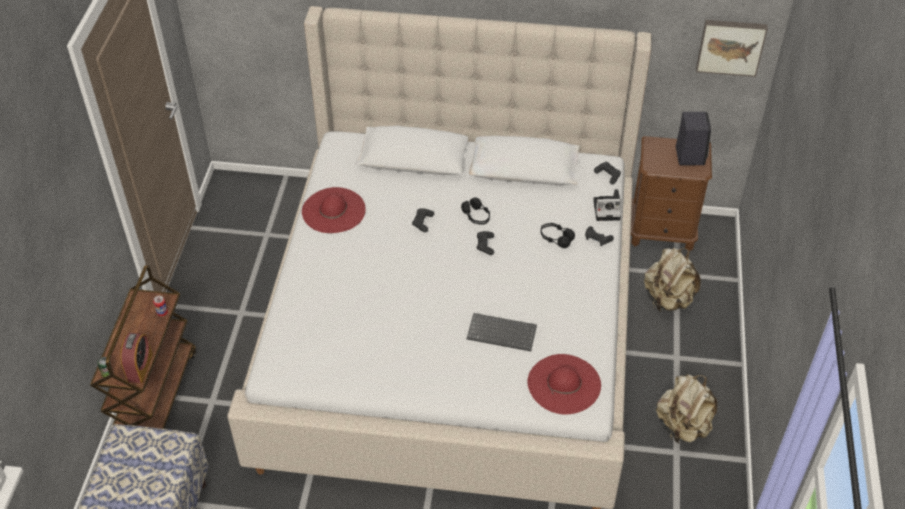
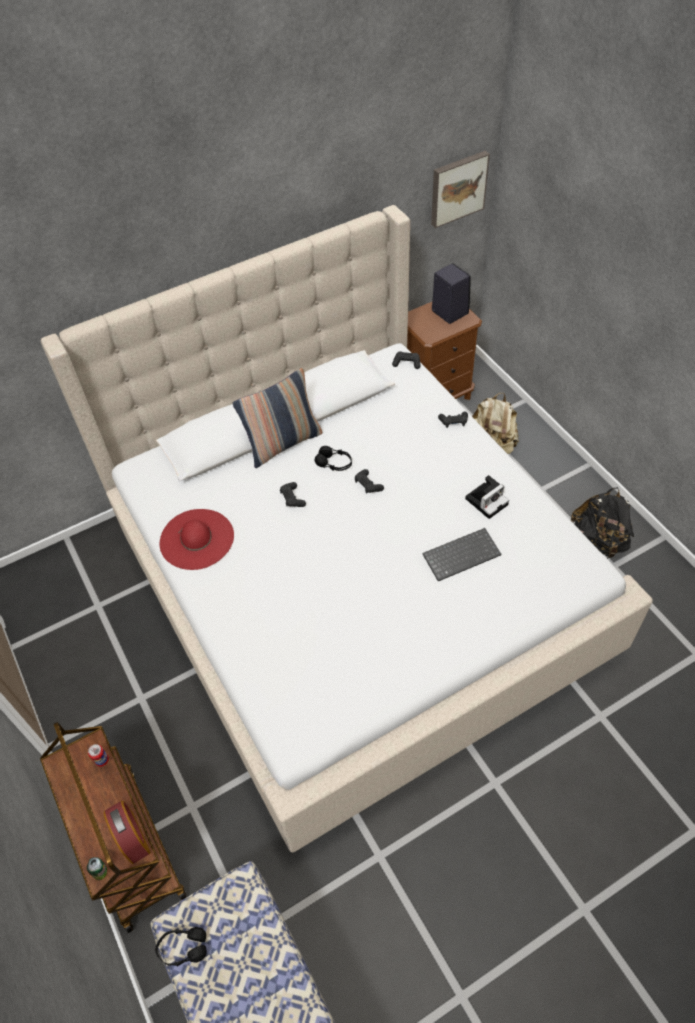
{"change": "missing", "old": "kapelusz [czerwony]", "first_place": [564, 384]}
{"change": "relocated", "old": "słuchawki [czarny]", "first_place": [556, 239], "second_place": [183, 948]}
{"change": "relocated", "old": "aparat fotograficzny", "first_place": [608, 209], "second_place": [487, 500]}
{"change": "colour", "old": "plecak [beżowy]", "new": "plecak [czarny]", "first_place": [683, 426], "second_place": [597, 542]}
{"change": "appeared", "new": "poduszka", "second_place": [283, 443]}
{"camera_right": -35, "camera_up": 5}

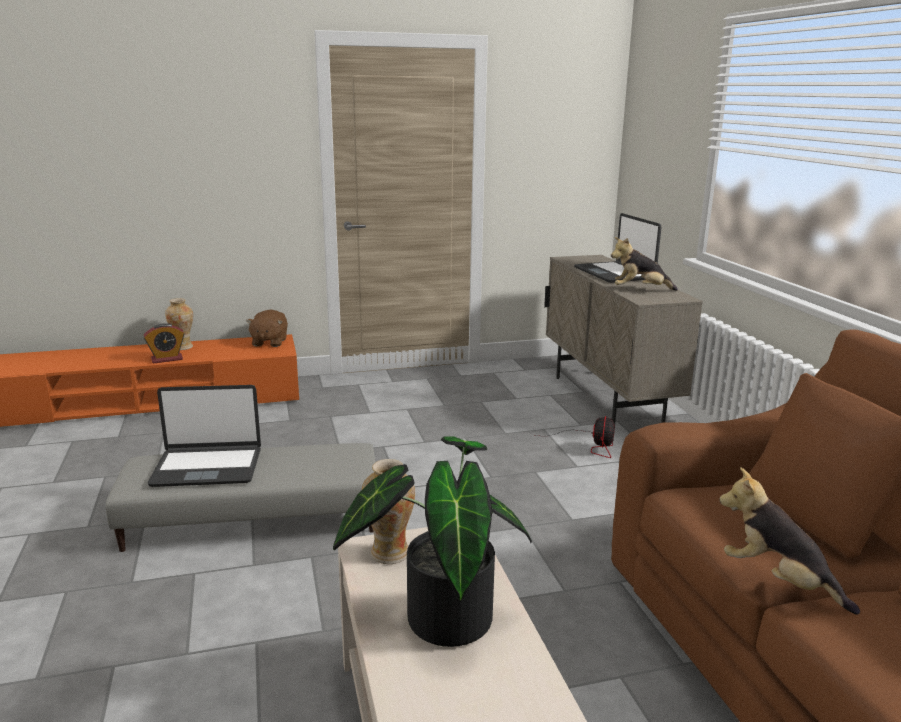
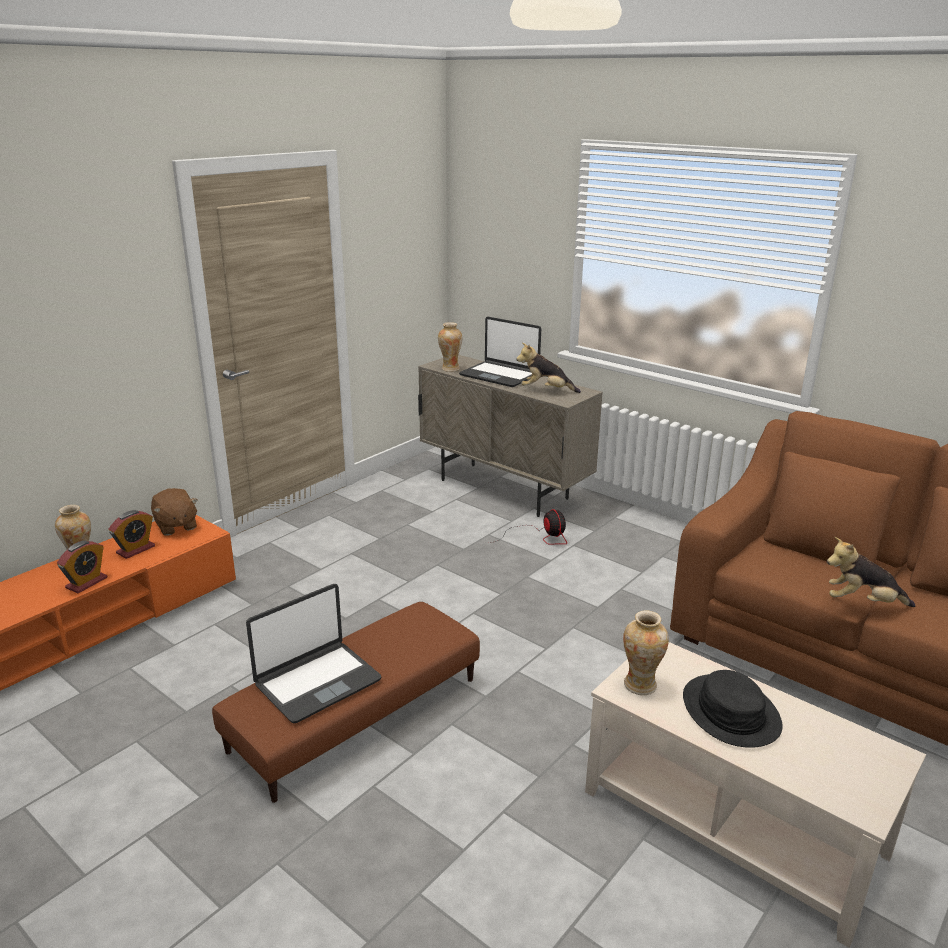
{"change": "colour", "old": "pufa [szary]", "new": "pufa [brązowy]", "first_place": [254, 518], "second_place": [356, 713]}
{"change": "exchanged", "old": "roślina doniczkowa", "new": "kapelusz [czarny]", "first_place": [440, 615], "second_place": [730, 712]}
{"change": "spun", "old": "pluszak", "first_place": [639, 290], "second_place": [546, 390], "degrees": 45}
{"change": "appeared", "new": "budzik", "second_place": [135, 550]}
{"change": "appeared", "new": "wazon", "second_place": [450, 369]}
{"camera_right": -35, "camera_up": 5}

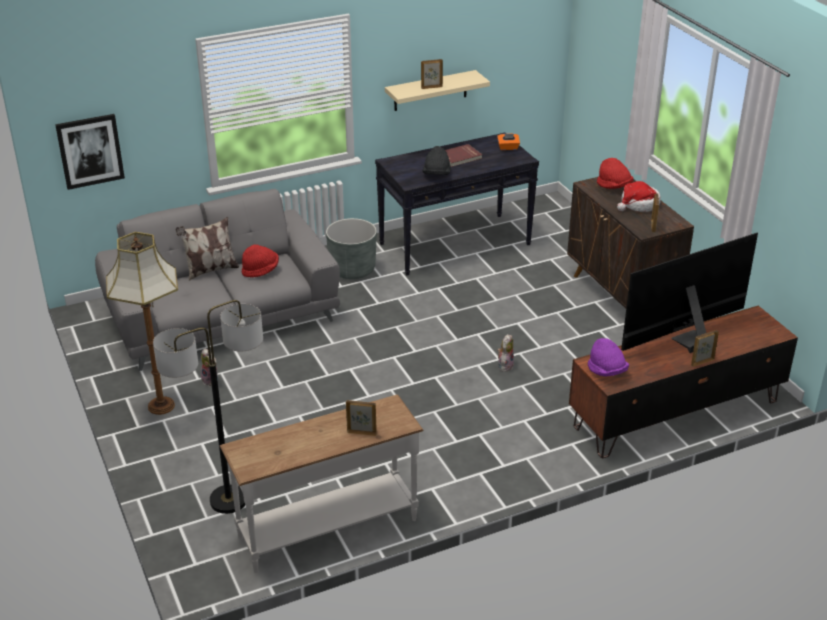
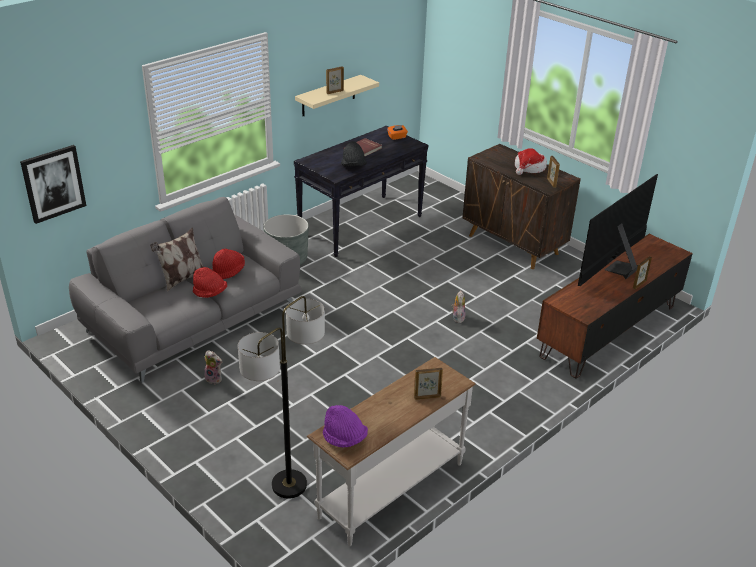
{"change": "missing", "old": "lampa stojąca", "first_place": [160, 406]}
{"change": "relocated", "old": "kapelusz [fioletowy]", "first_place": [606, 371], "second_place": [344, 439]}
{"change": "relocated", "old": "kapelusz [czerwony]", "first_place": [614, 186], "second_place": [210, 293]}
{"camera_right": -20, "camera_up": 0}

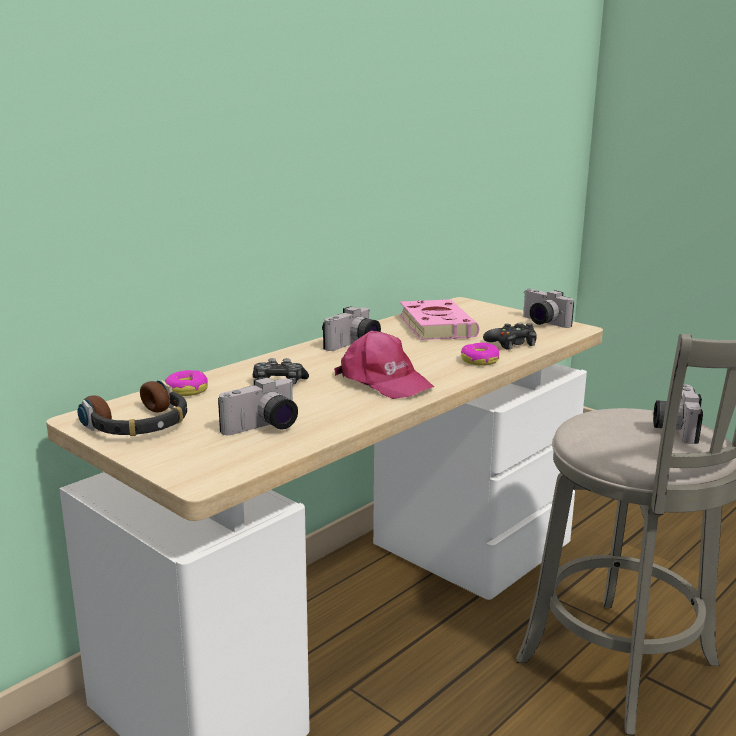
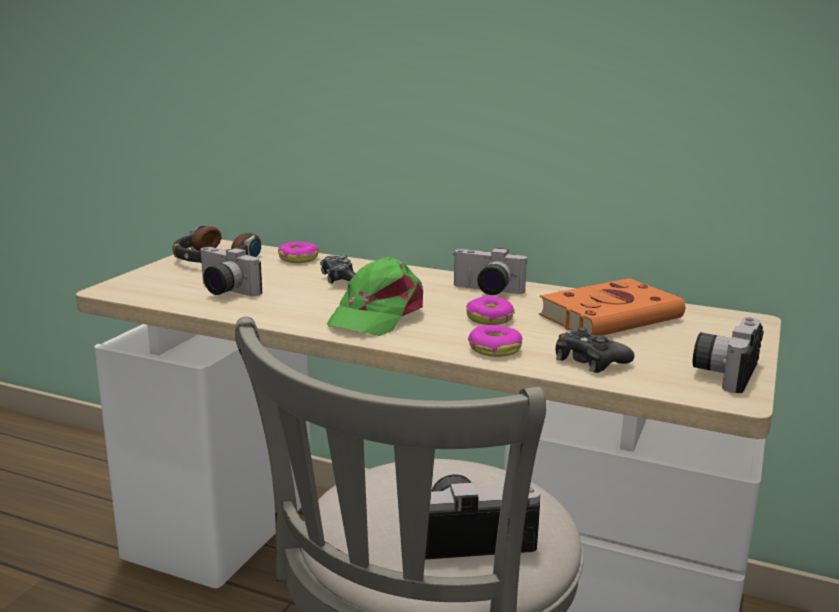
{"change": "colour", "old": "czapka z daszkiem [różowy]", "new": "czapka z daszkiem [zielony]", "first_place": [384, 381], "second_place": [376, 315]}
{"change": "colour", "old": "książka [różowy]", "new": "książka [pomarańczowy]", "first_place": [435, 325], "second_place": [613, 316]}
{"change": "appeared", "new": "donut", "second_place": [489, 318]}
{"camera_right": 70, "camera_up": 0}

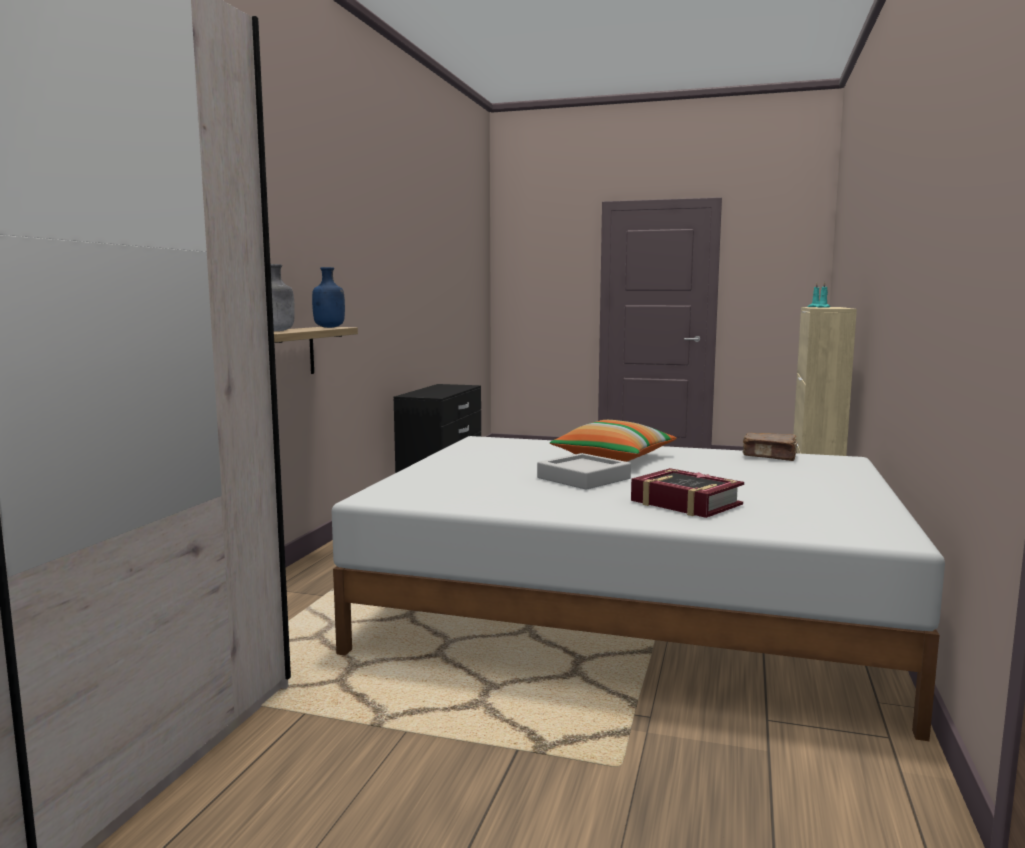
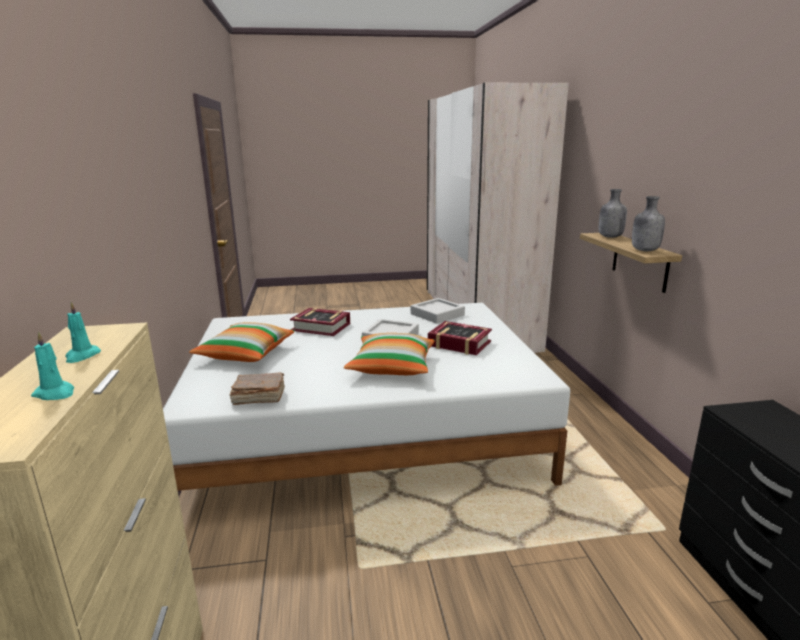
{"change": "colour", "old": "butelka [niebieski]", "new": "butelka [szary]", "first_place": [330, 327], "second_place": [644, 250]}
{"change": "appeared", "new": "poduszka", "second_place": [246, 354]}
{"change": "appeared", "new": "taca [szary]", "second_place": [437, 314]}
{"change": "appeared", "new": "książka", "second_place": [459, 344]}
{"camera_right": 155, "camera_up": 10}

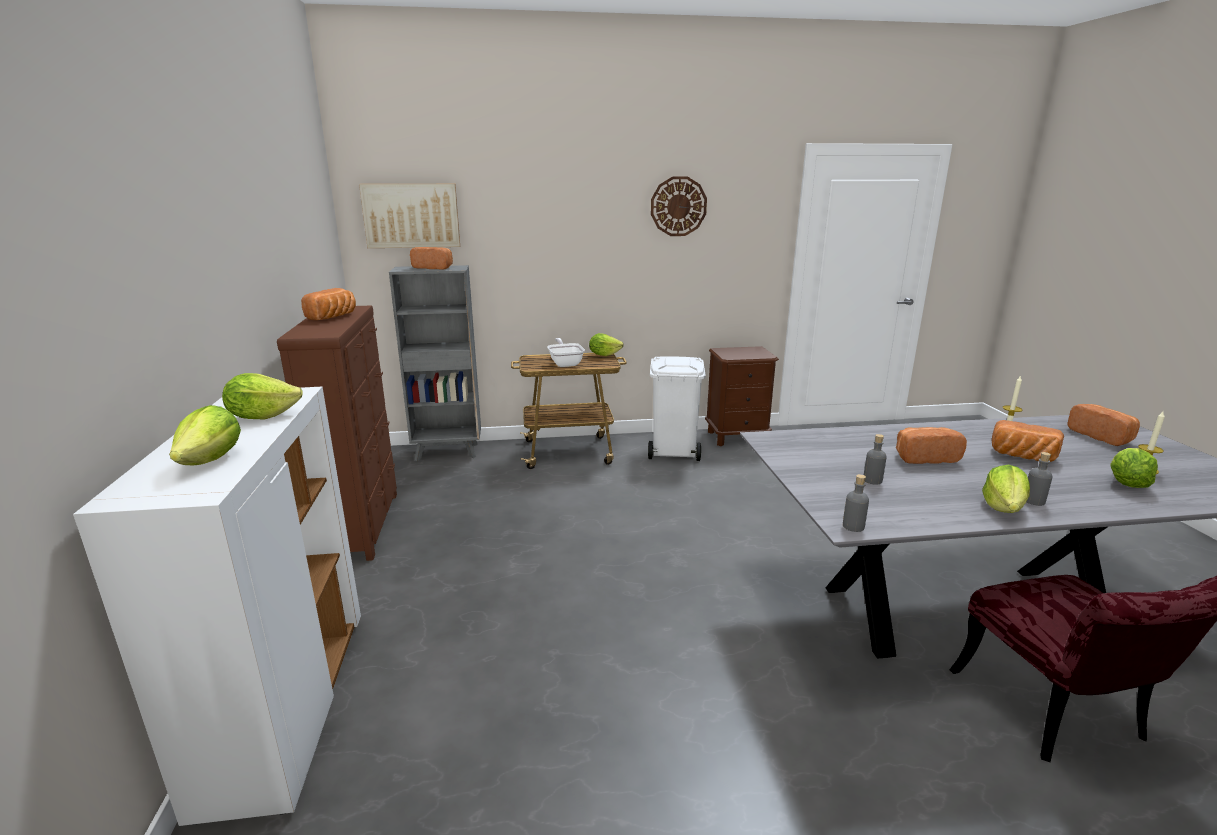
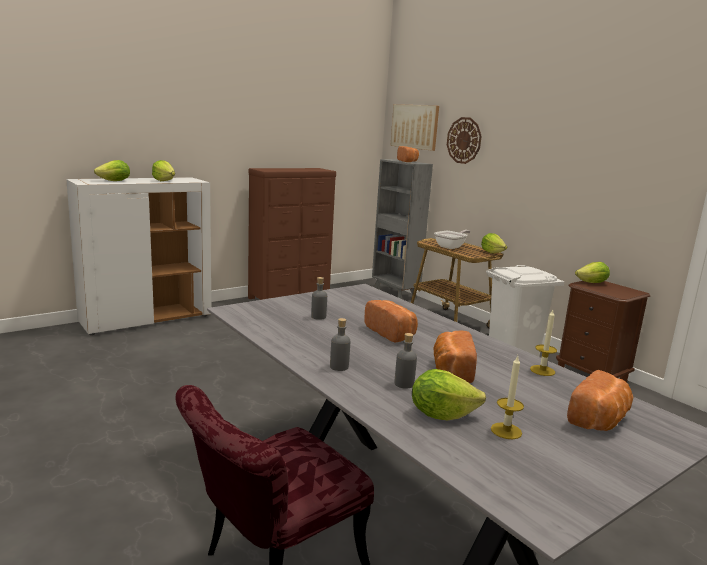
{"change": "missing", "old": "chleb", "first_place": [334, 317]}
{"change": "relocated", "old": "zegar ścienny", "first_place": [678, 206], "second_place": [464, 140]}
{"change": "relocated", "old": "butelka [szary]", "first_place": [853, 526], "second_place": [404, 384]}
{"change": "relocated", "old": "sałata", "first_place": [1003, 507], "second_place": [592, 283]}
{"camera_right": 60, "camera_up": -5}

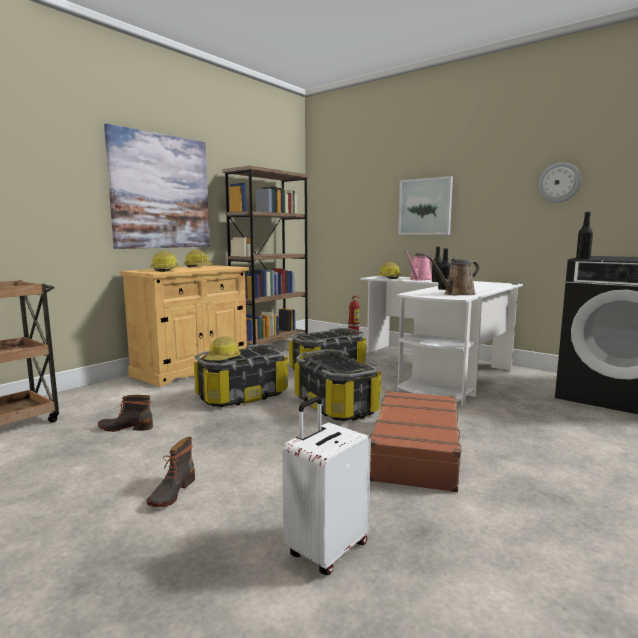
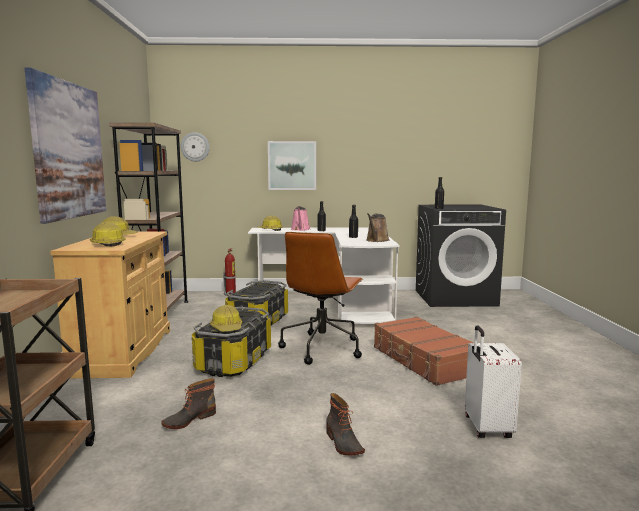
{"change": "exchanged", "old": "pojemnik do przechowywania", "new": "krzesło biurowe [brązowy]", "first_place": [335, 406], "second_place": [322, 348]}
{"change": "relocated", "old": "zegar ścienny", "first_place": [559, 182], "second_place": [195, 147]}
{"camera_right": -40, "camera_up": 0}

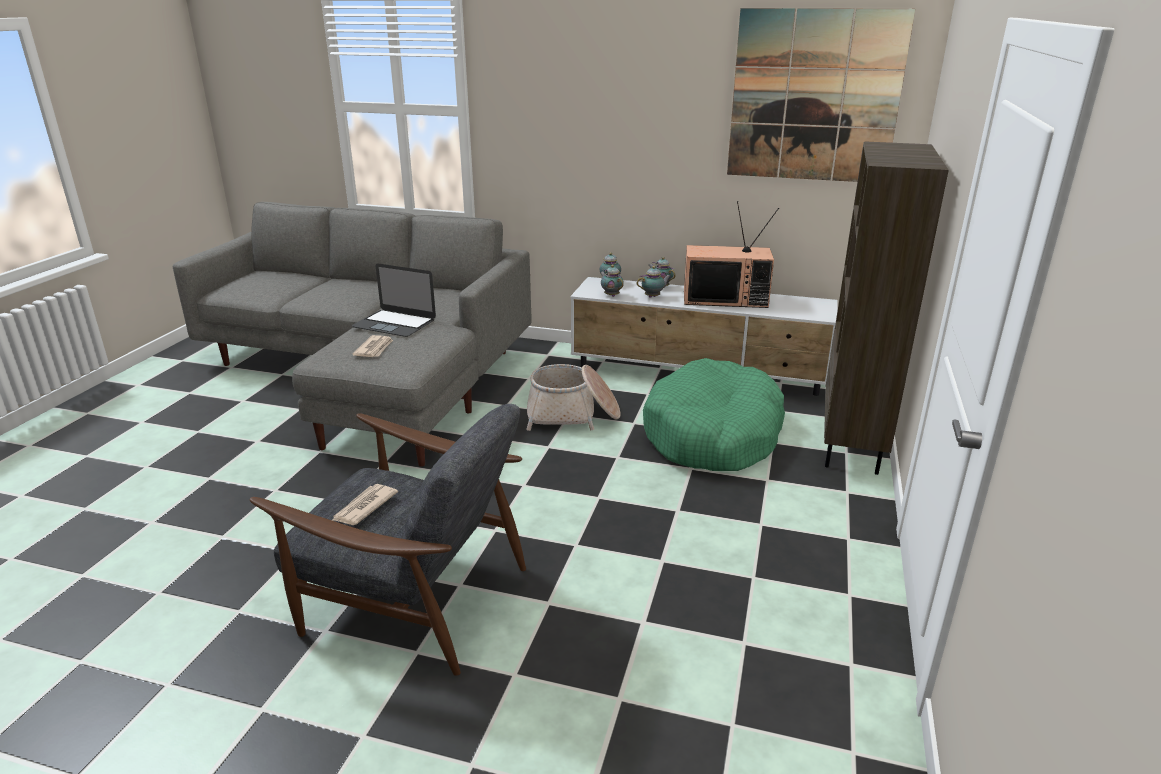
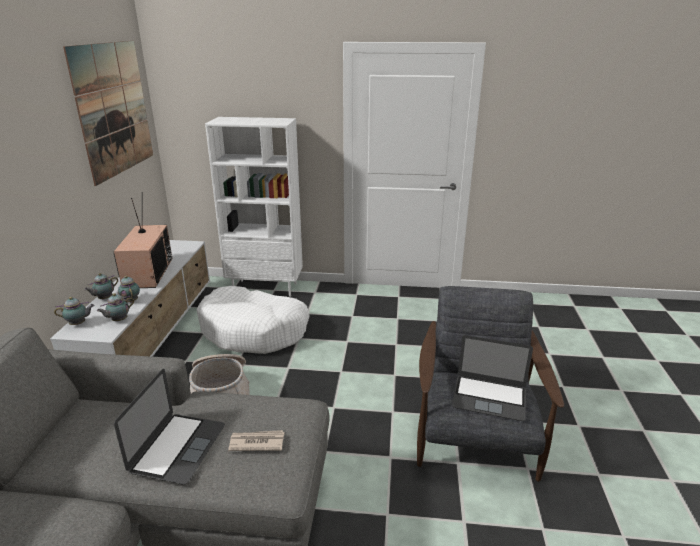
{"change": "exchanged", "old": "gazeta", "new": "laptop", "first_place": [364, 507], "second_place": [489, 397]}
{"change": "colour", "old": "legowisko [zielony]", "new": "legowisko [biały]", "first_place": [713, 435], "second_place": [254, 331]}
{"change": "colour", "old": "regał [brązowy]", "new": "regał [biały]", "first_place": [852, 445], "second_place": [266, 288]}
{"camera_right": -100, "camera_up": 0}

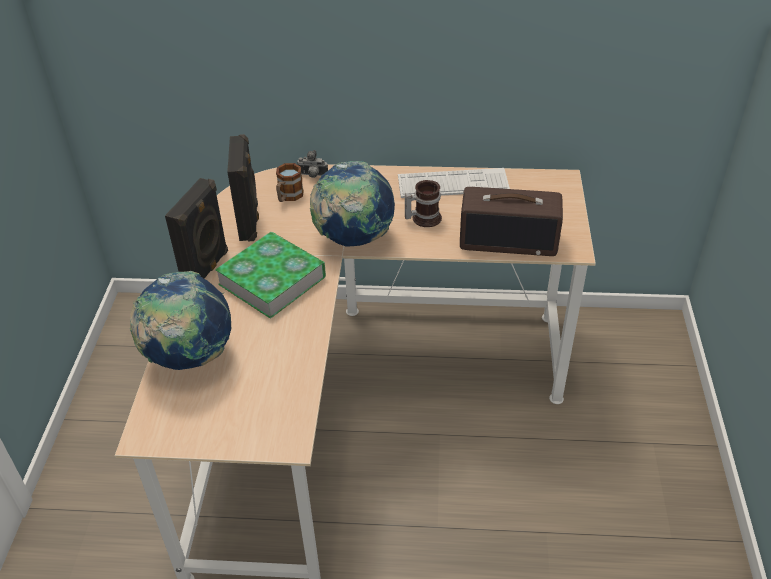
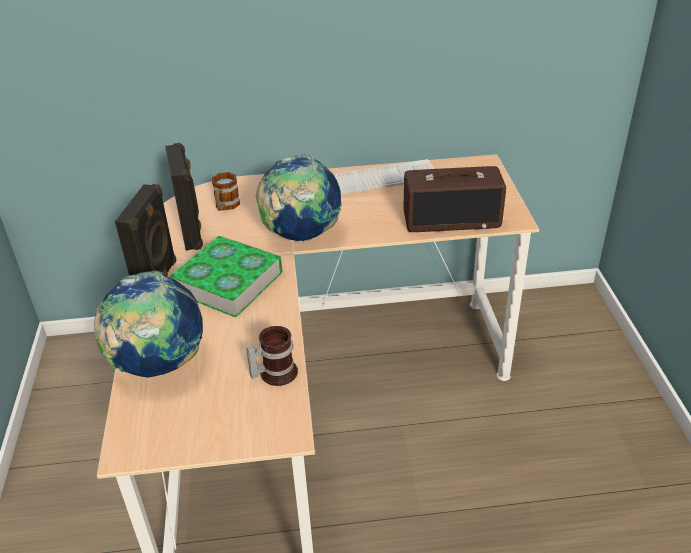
{"change": "missing", "old": "aparat fotograficzny", "first_place": [312, 175]}
{"change": "relocated", "old": "kubek", "first_place": [423, 218], "second_place": [274, 372]}
{"camera_right": -10, "camera_up": -5}

